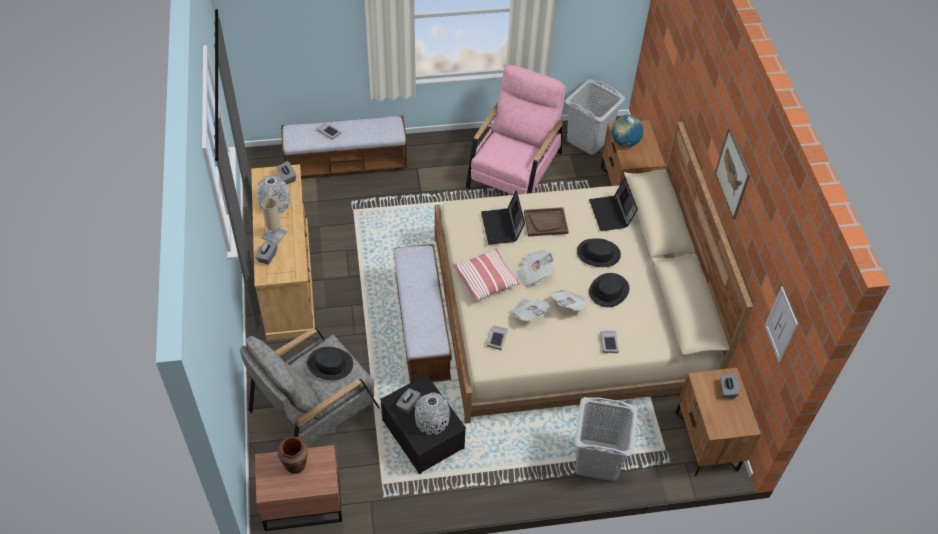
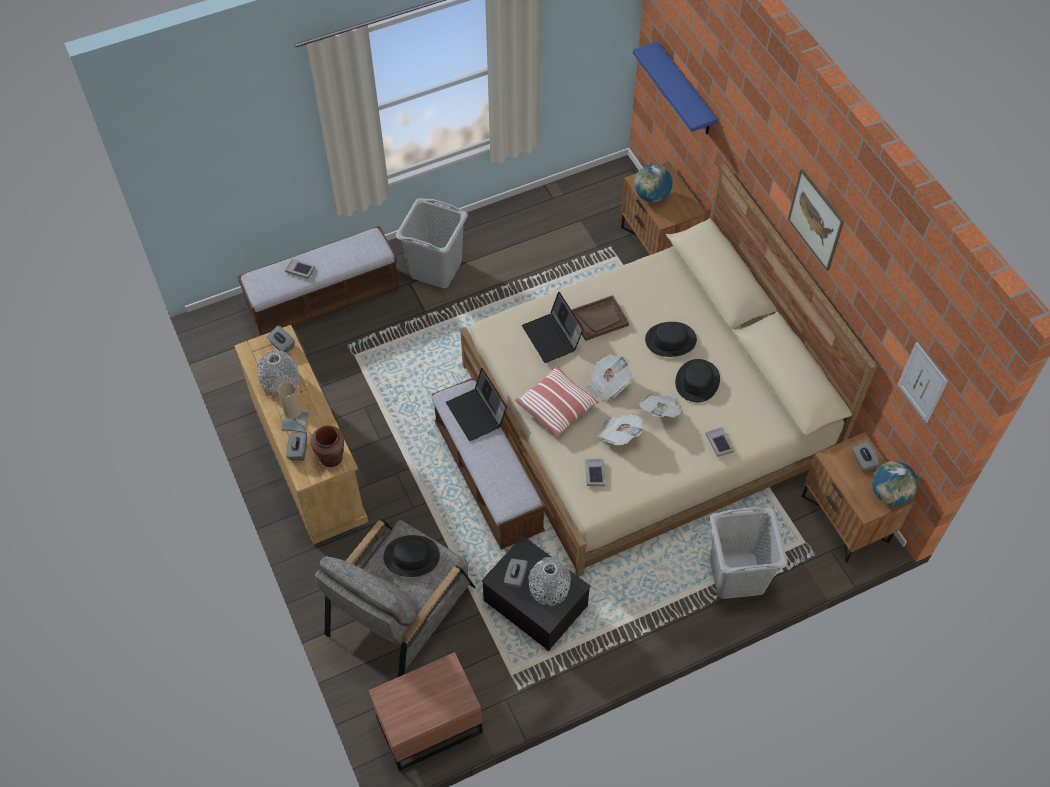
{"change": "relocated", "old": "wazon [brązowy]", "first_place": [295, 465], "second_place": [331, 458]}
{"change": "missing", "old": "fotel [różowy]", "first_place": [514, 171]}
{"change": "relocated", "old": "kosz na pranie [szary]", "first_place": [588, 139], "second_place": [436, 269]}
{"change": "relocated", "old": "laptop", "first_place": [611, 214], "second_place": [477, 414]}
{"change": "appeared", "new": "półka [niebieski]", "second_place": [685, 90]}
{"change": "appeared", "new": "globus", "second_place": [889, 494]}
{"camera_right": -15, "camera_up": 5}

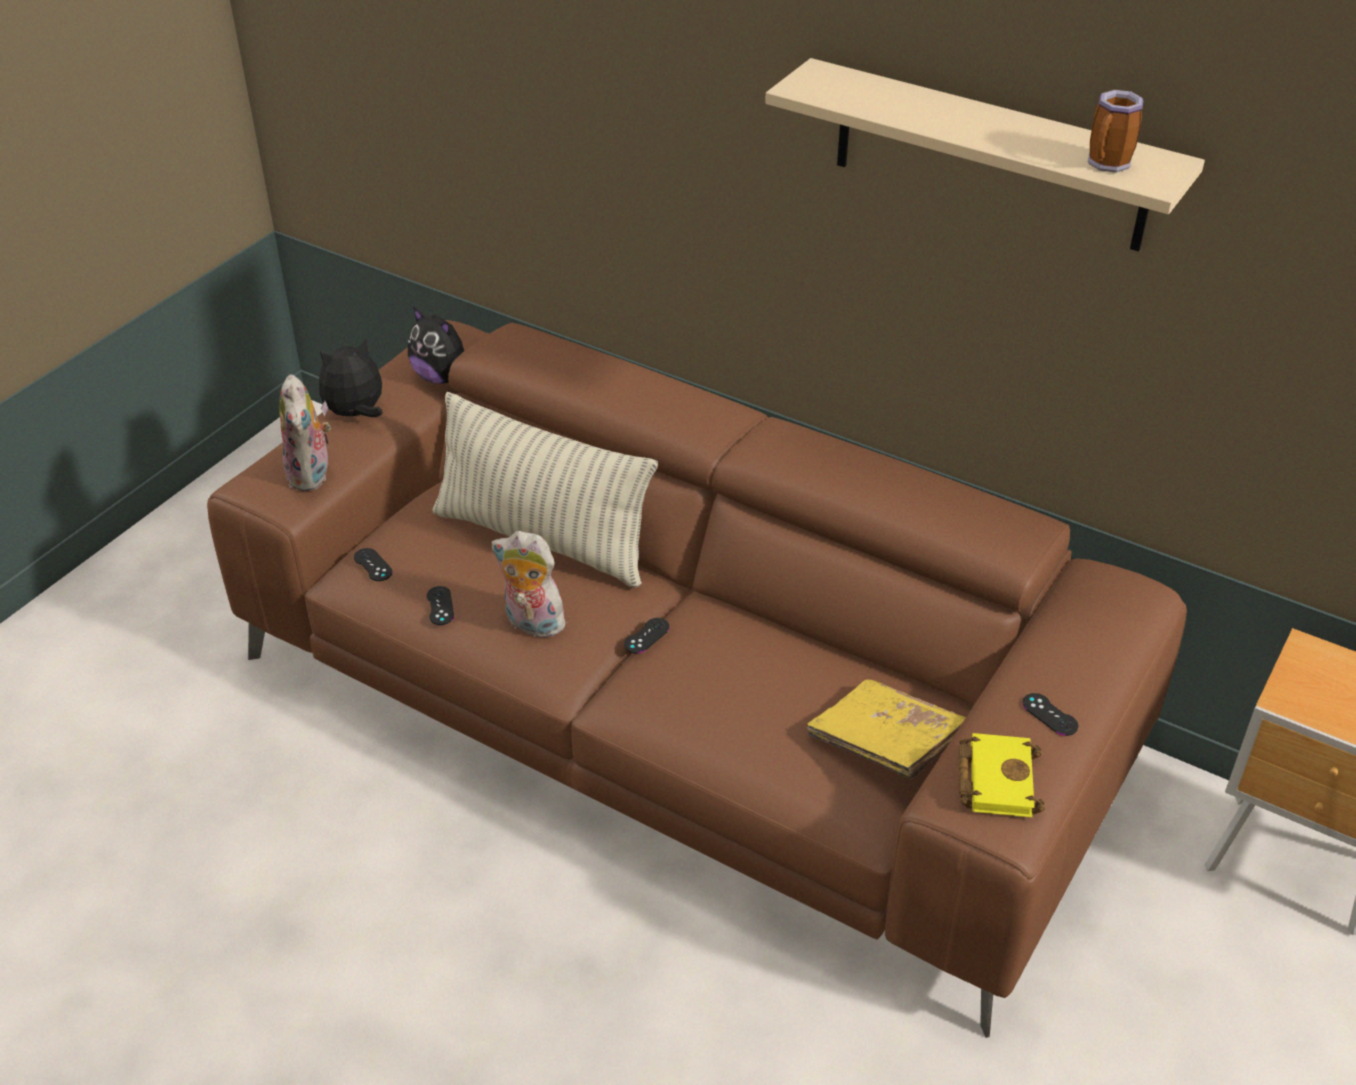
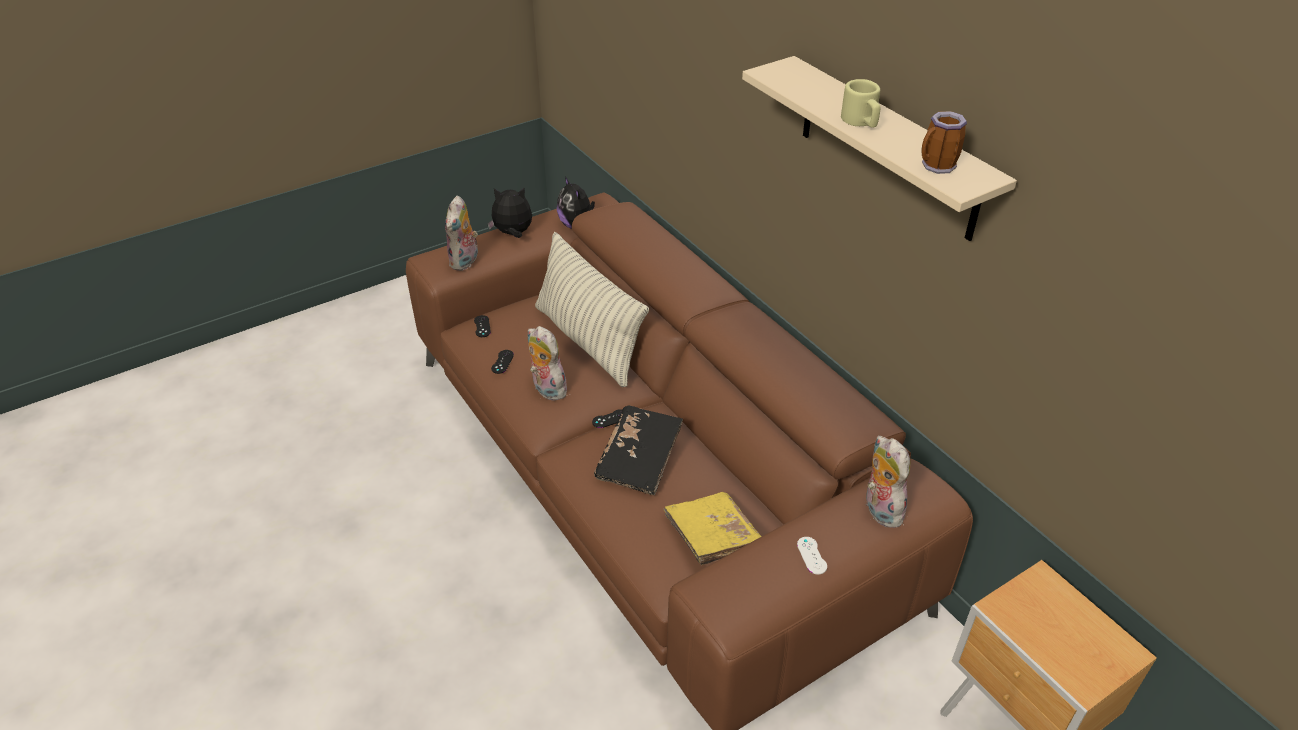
{"change": "missing", "old": "książka [żółty]", "first_place": [995, 778]}
{"change": "colour", "old": "pad do gier [czarny]", "new": "pad do gier [biały]", "first_place": [1050, 714], "second_place": [811, 555]}
{"change": "appeared", "new": "książka [czarny]", "second_place": [639, 460]}
{"change": "appeared", "new": "kubek [beżowy]", "second_place": [861, 122]}
{"change": "appeared", "new": "pluszak", "second_place": [879, 509]}
{"camera_right": 25, "camera_up": 0}

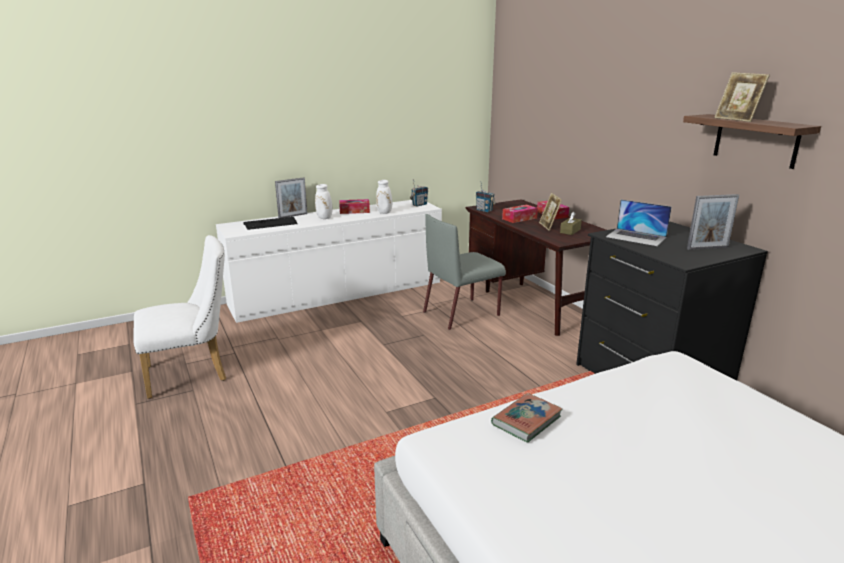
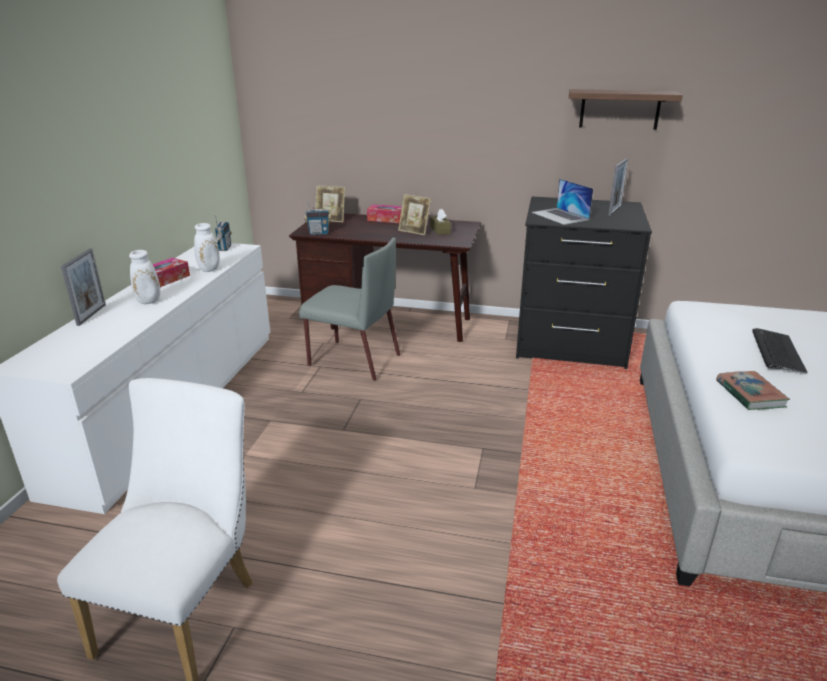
{"change": "relocated", "old": "klawiatura", "first_place": [271, 224], "second_place": [776, 351]}
{"change": "spun", "old": "krzesło [szary]", "first_place": [462, 313], "second_place": [353, 360], "degrees": -75}
{"change": "missing", "old": "pudełko chusteczek", "first_place": [519, 218]}
{"change": "spun", "old": "laptop", "first_place": [636, 237], "second_place": [560, 216], "degrees": 75}
{"change": "relocated", "old": "ramka na zdjęcie", "first_place": [736, 119], "second_place": [330, 220]}
{"camera_right": -50, "camera_up": 5}

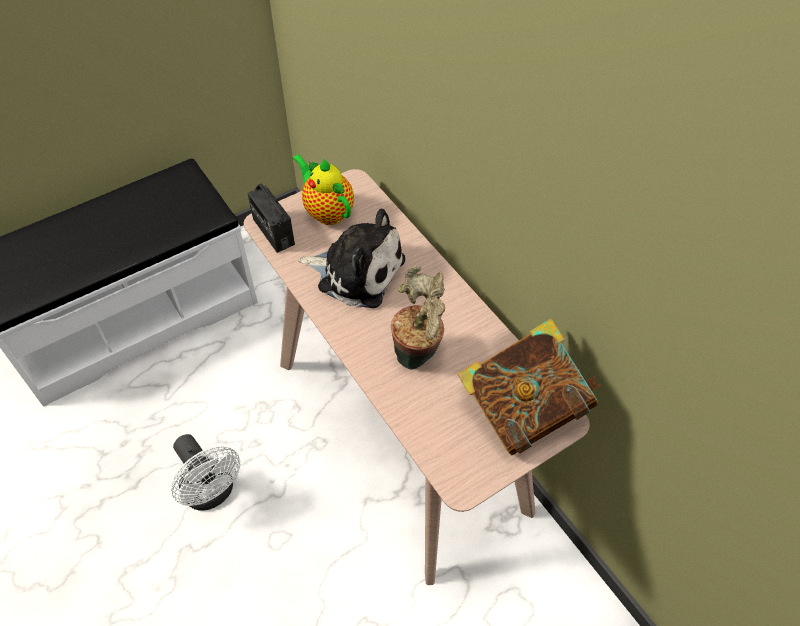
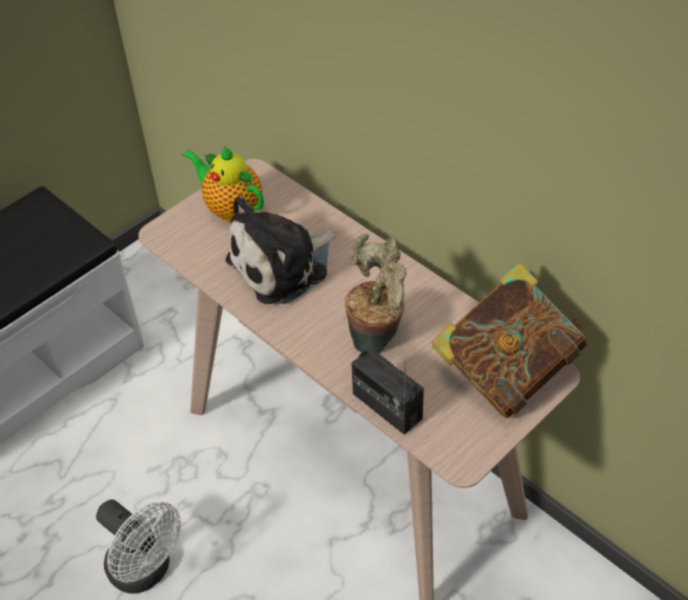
{"change": "relocated", "old": "radio", "first_place": [273, 232], "second_place": [386, 406]}
{"change": "spun", "old": "pluszak", "first_place": [356, 271], "second_place": [283, 266], "degrees": 135}
{"camera_right": -10, "camera_up": -5}

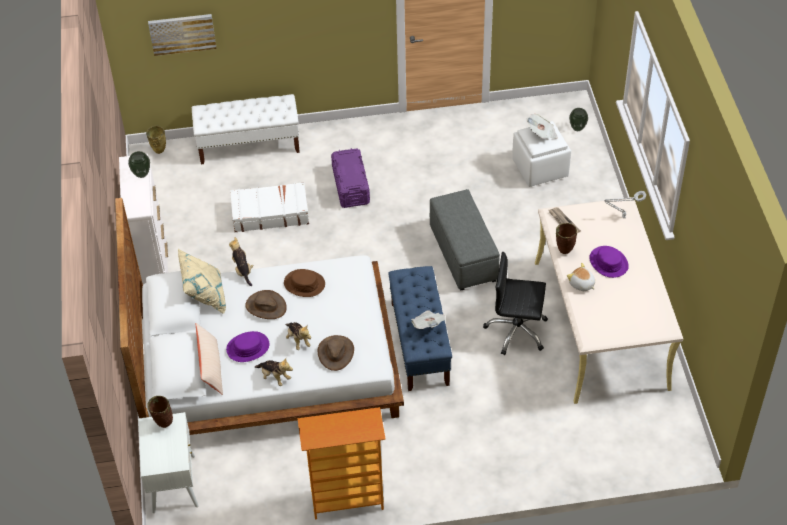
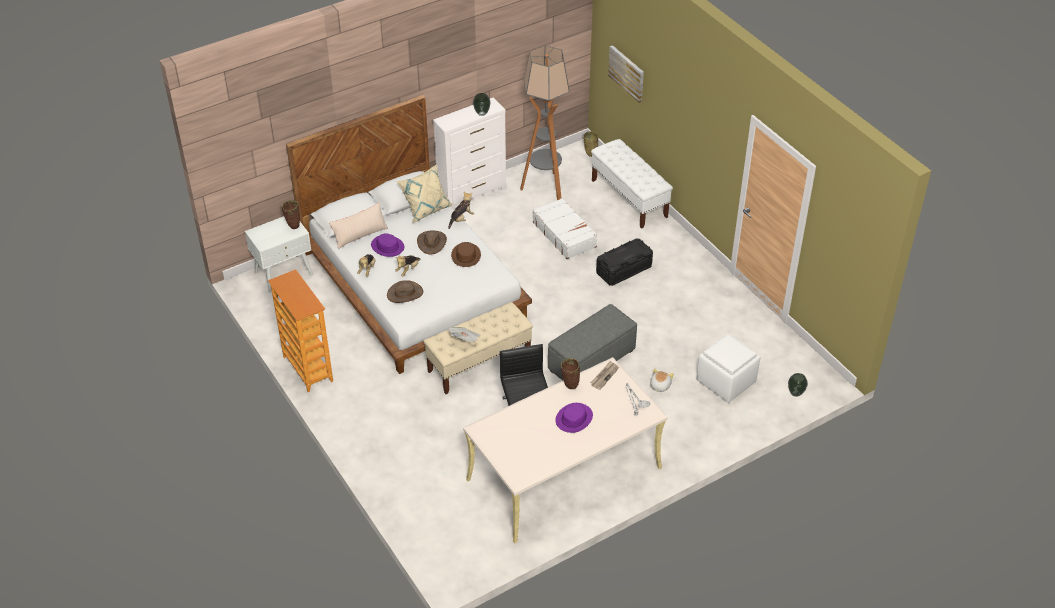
{"change": "colour", "old": "pojemnik do przechowywania [fioletowy]", "new": "pojemnik do przechowywania [czarny]", "first_place": [351, 186], "second_place": [624, 270]}
{"change": "colour", "old": "ławka [niebieski]", "new": "ławka [beżowy]", "first_place": [419, 343], "second_place": [479, 363]}
{"change": "missing", "old": "gazeta", "first_place": [542, 133]}
{"change": "relocated", "old": "pluszak", "first_place": [581, 284], "second_place": [659, 386]}
{"change": "appeared", "new": "lampa stojąca", "second_place": [545, 187]}
{"camera_right": 65, "camera_up": -5}

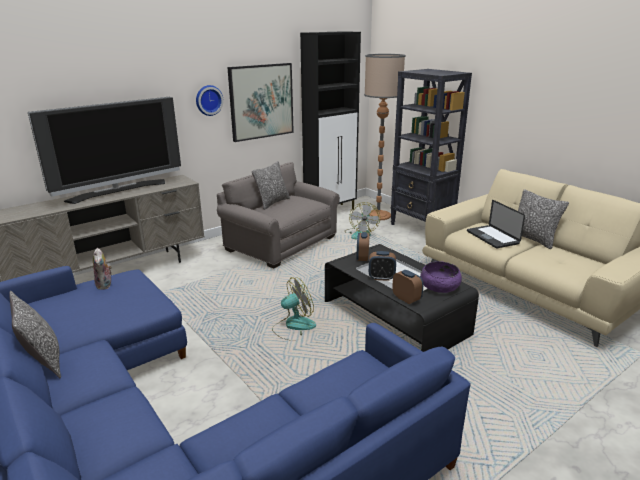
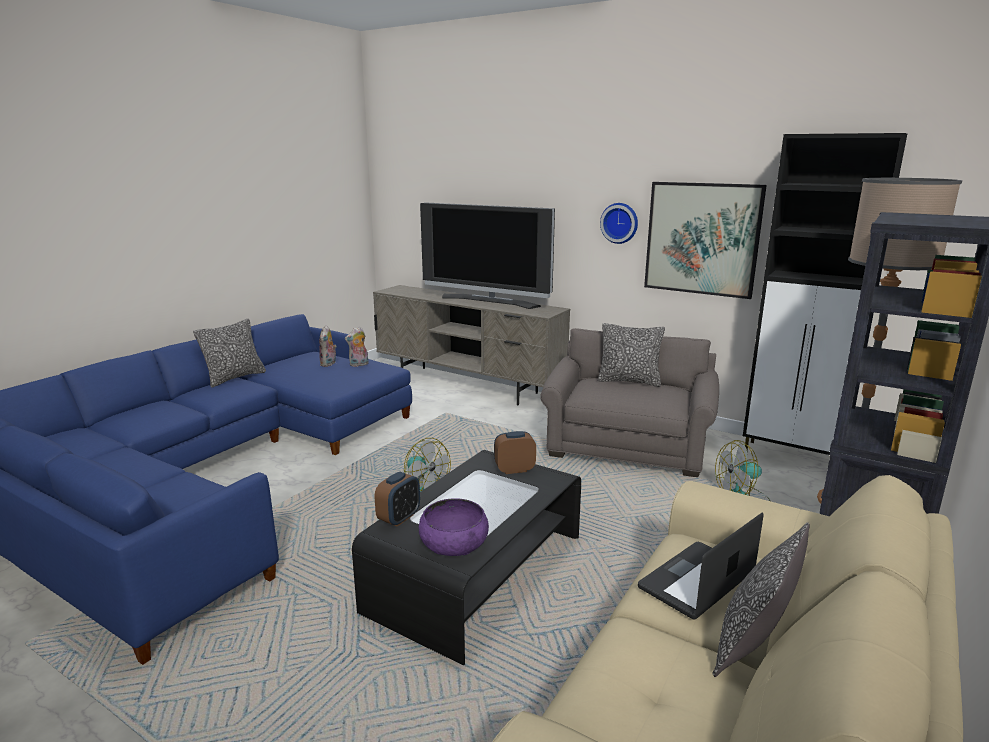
{"change": "missing", "old": "budzik", "first_place": [381, 278]}
{"change": "appeared", "new": "pluszak", "second_place": [329, 364]}
{"camera_right": 70, "camera_up": -5}

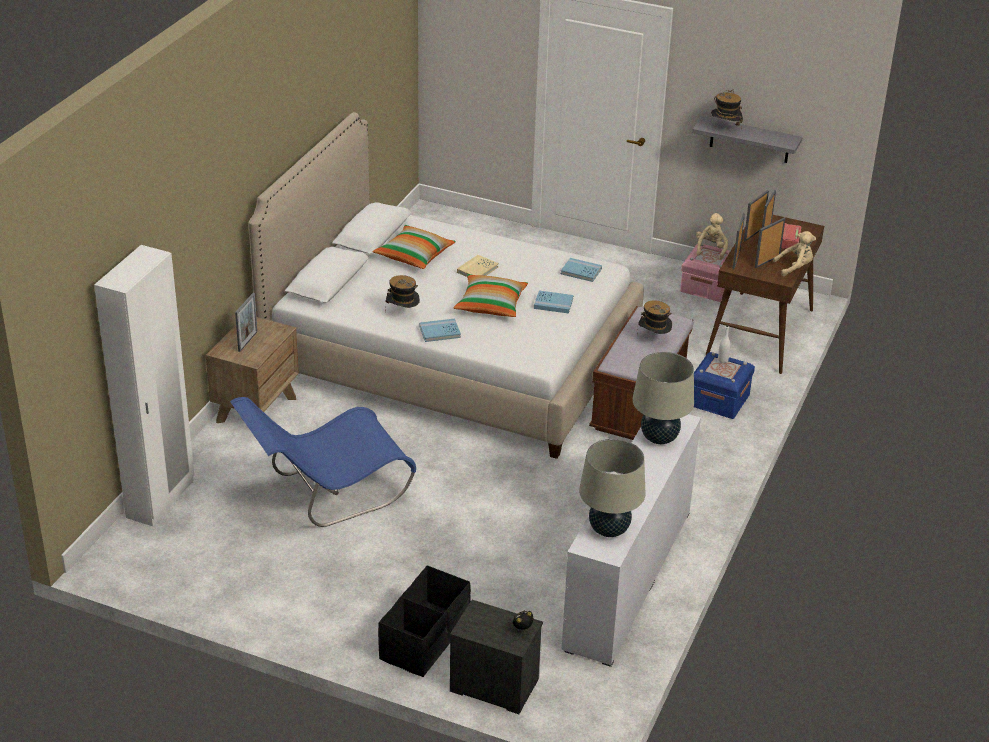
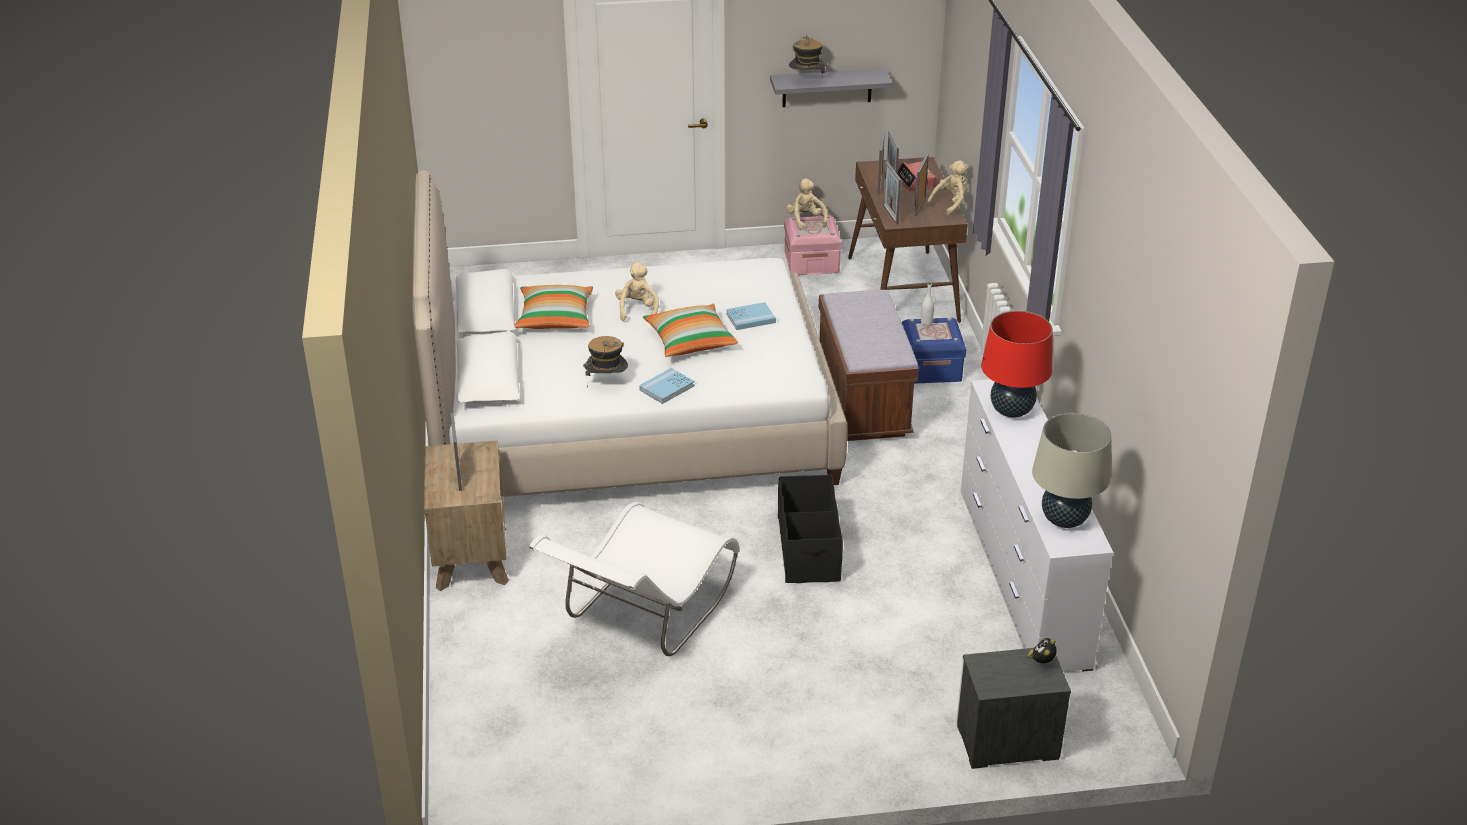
{"change": "missing", "old": "szafa [biały]", "first_place": [161, 499]}
{"change": "colour", "old": "krzesło [niebieski]", "new": "krzesło [biały]", "first_place": [327, 494], "second_place": [641, 618]}
{"change": "relocated", "old": "pojemnik do przechowywania [czarny]", "first_place": [425, 639], "second_place": [809, 549]}
{"change": "exchanged", "old": "książka [beżowy]", "new": "pluszak [beżowy]", "first_place": [477, 269], "second_place": [637, 310]}
{"change": "missing", "old": "książka [niebieski]", "first_place": [581, 271]}
{"change": "colour", "old": "lampa stołowa [beżowy]", "new": "lampa stołowa [czerwony]", "first_place": [659, 438], "second_place": [1011, 411]}
{"change": "missing", "old": "kapelusz", "first_place": [653, 339]}
{"camera_right": -30, "camera_up": 0}

